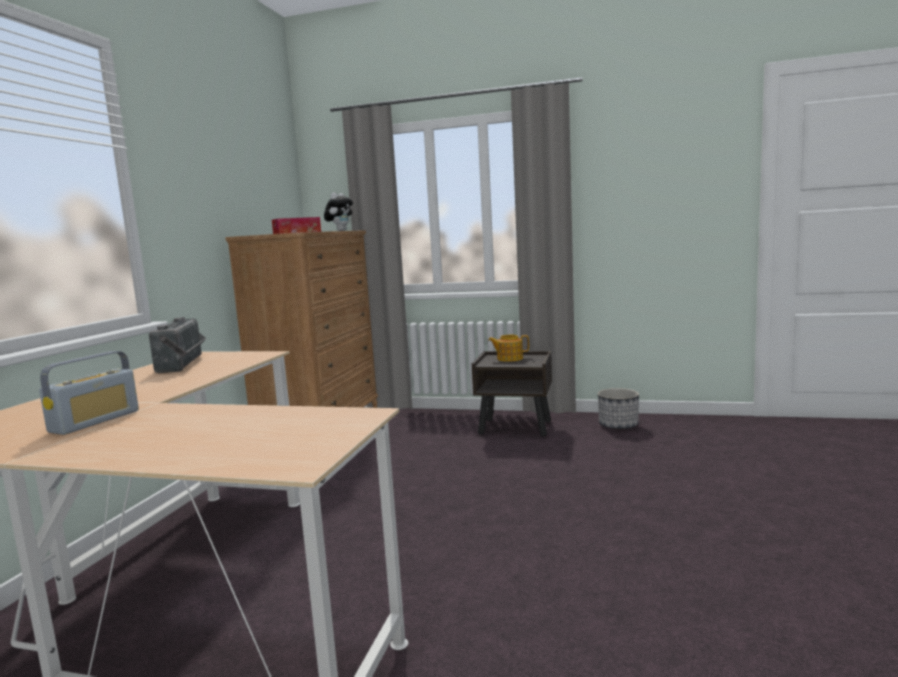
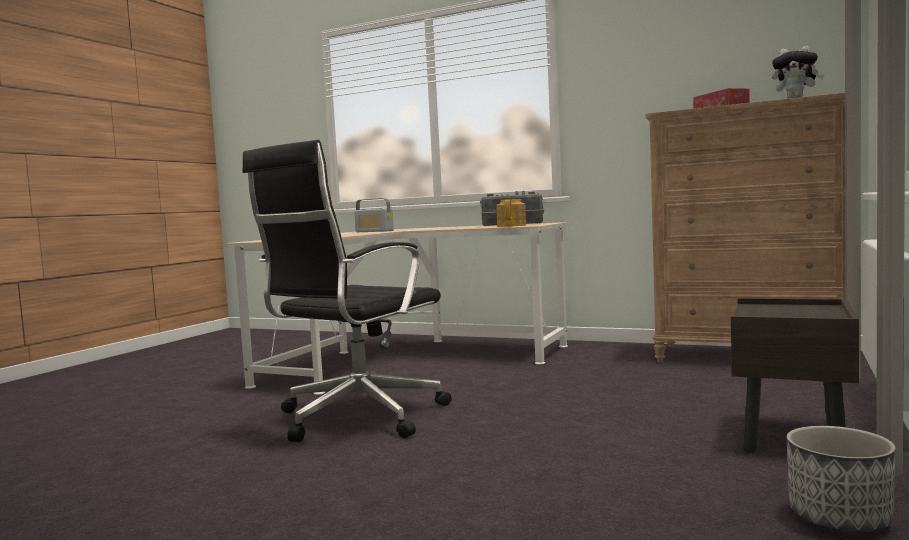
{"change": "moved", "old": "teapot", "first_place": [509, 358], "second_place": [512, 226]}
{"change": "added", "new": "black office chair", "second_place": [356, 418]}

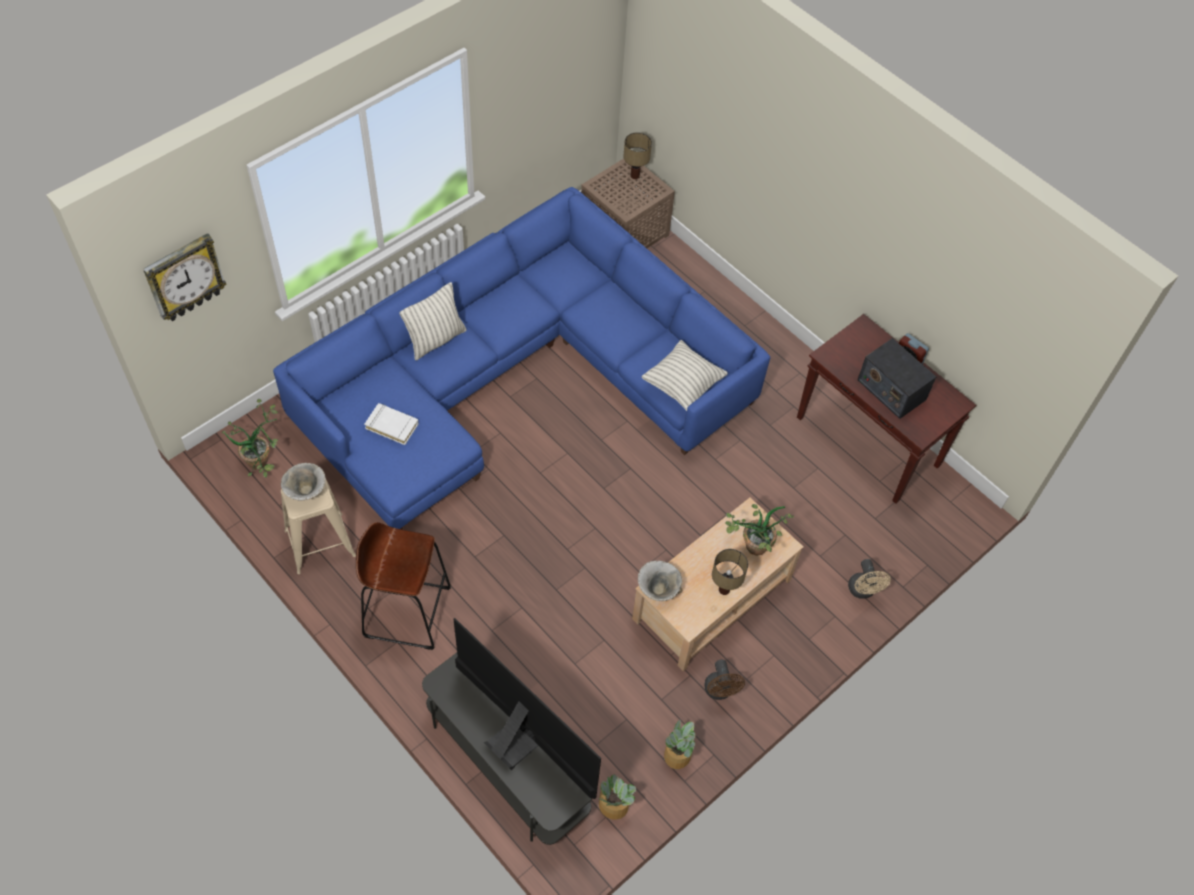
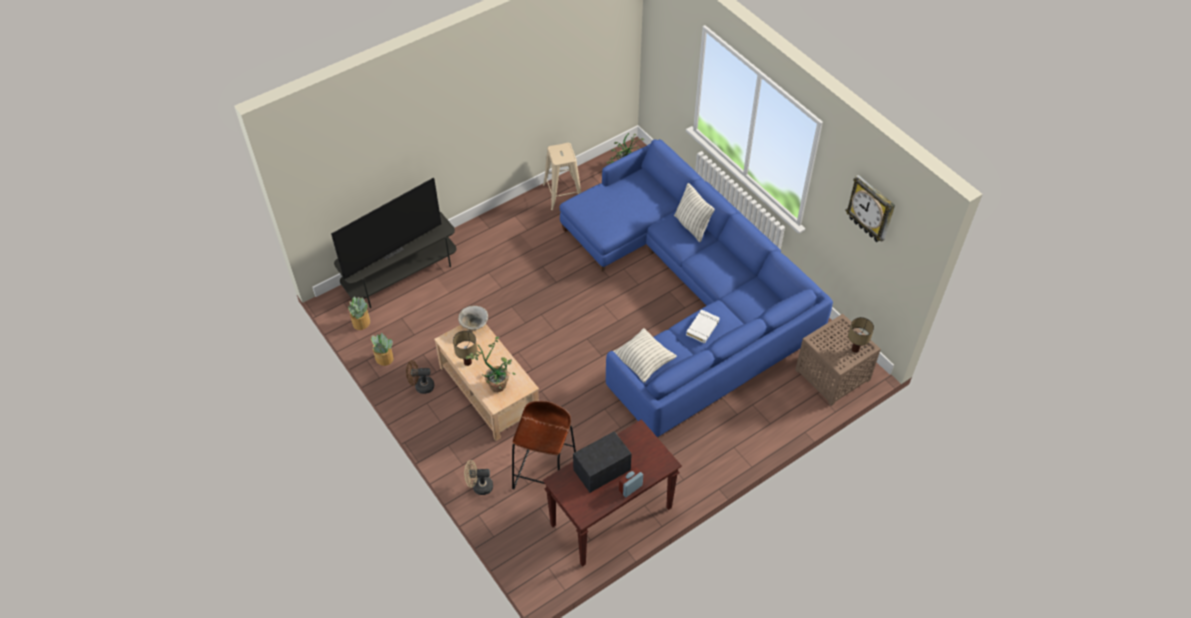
{"change": "moved", "old": "wall clock", "first_place": [184, 278], "second_place": [871, 209]}
{"change": "removed", "old": "bowl", "first_place": [306, 492]}
{"change": "moved", "old": "brown stool", "first_place": [407, 611], "second_place": [545, 474]}
{"change": "moved", "old": "white book", "first_place": [392, 426], "second_place": [702, 328]}

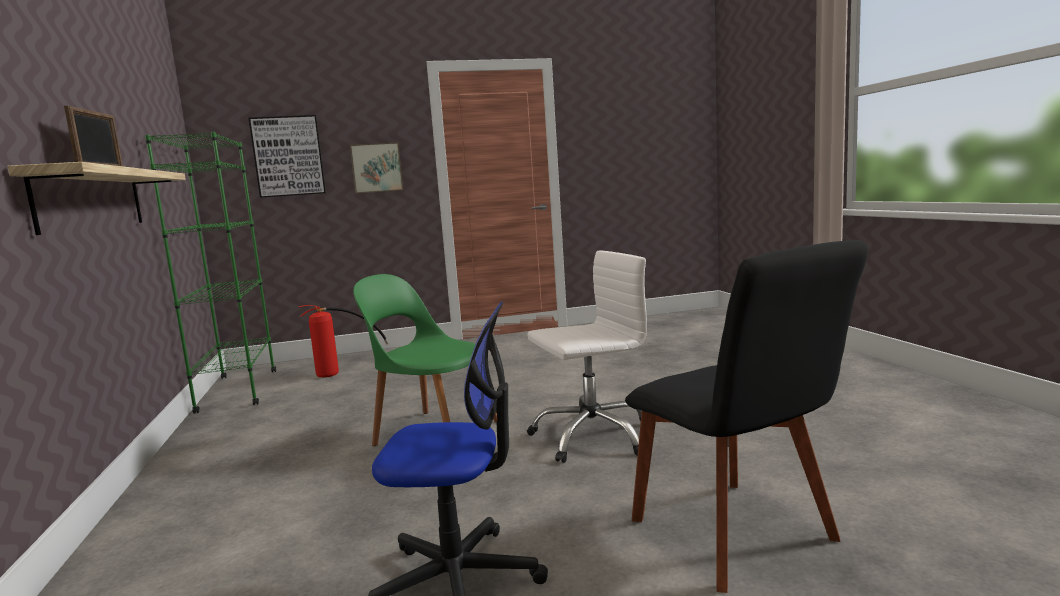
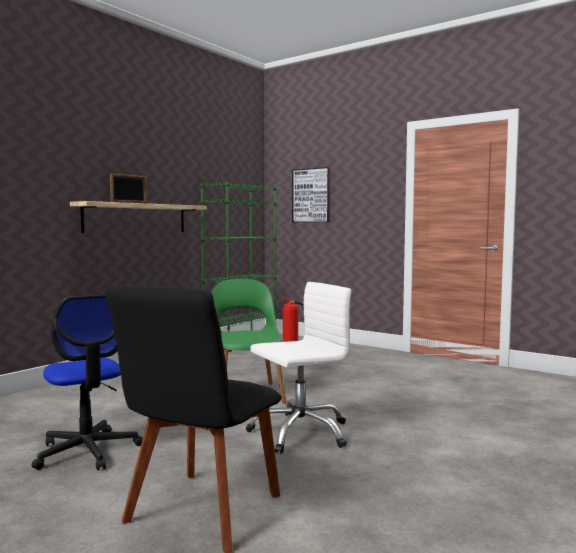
{"change": "removed", "old": "picture", "first_place": [376, 168]}
{"change": "turned", "old": "white office chair", "first_place": [592, 436], "second_place": [300, 432], "degrees": -60}

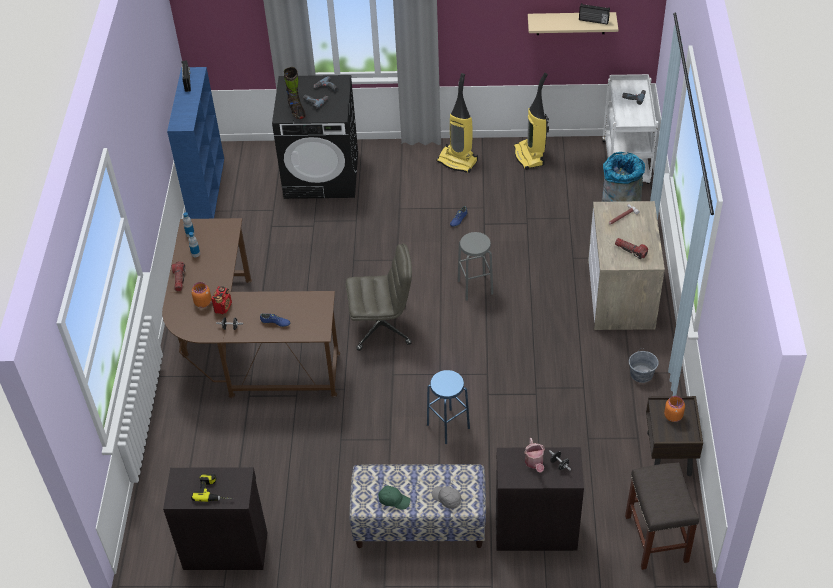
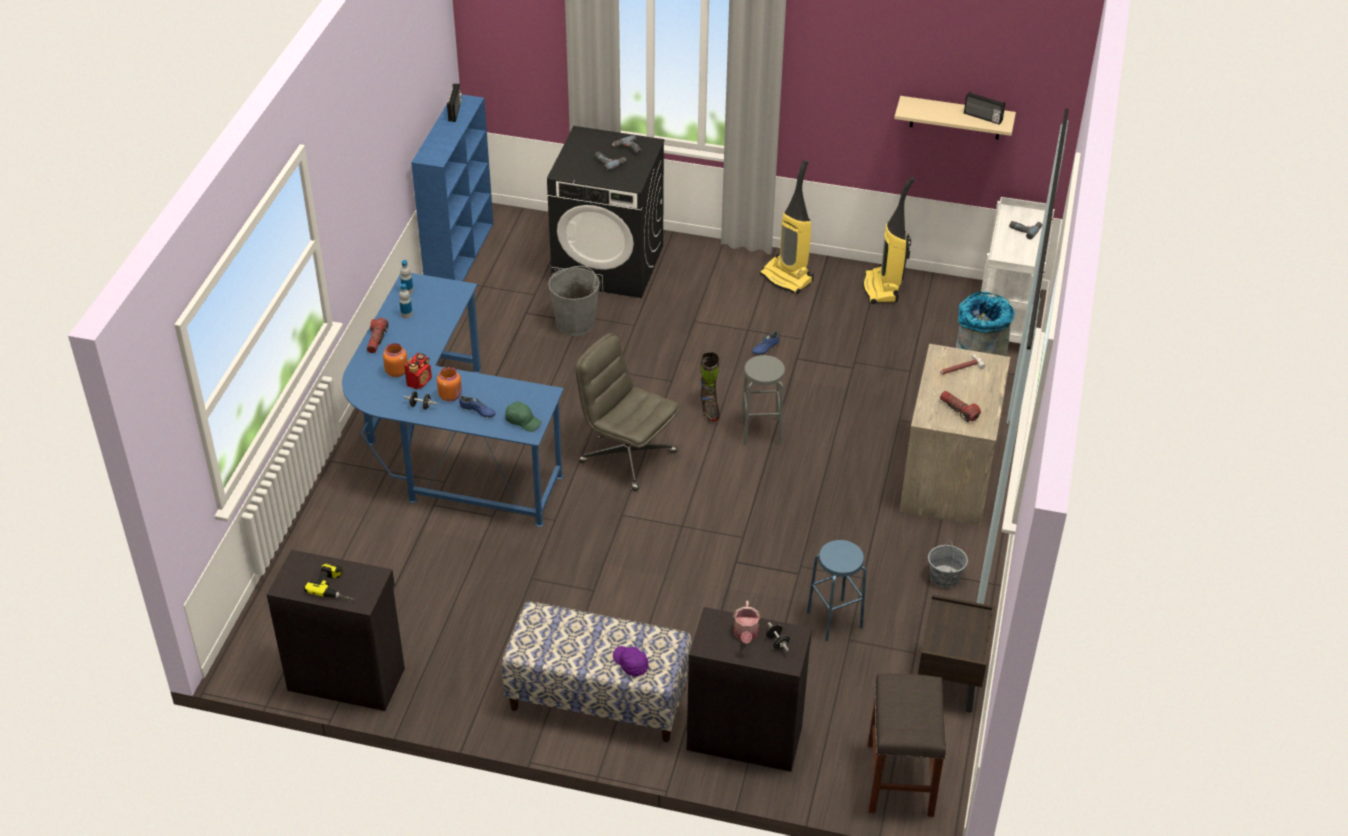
{"change": "recoloured", "old": "brown desk", "new": "blue desk", "first_place": [244, 349], "second_place": [446, 449]}
{"change": "moved", "old": "black boot", "first_place": [296, 111], "second_place": [709, 408]}
{"change": "turned", "old": "grey office chair", "first_place": [382, 327], "second_place": [627, 456], "degrees": -150}
{"change": "moved", "old": "green cap", "first_place": [394, 500], "second_place": [523, 421]}
{"change": "moved", "old": "blue stool", "first_place": [448, 426], "second_place": [834, 619]}
{"change": "recoloured", "old": "grey cap", "new": "purple cap", "first_place": [447, 499], "second_place": [630, 664]}
{"change": "moved", "old": "orange jar", "first_place": [673, 416], "second_place": [451, 395]}
{"change": "added", "new": "grey bucket", "second_place": [575, 323]}

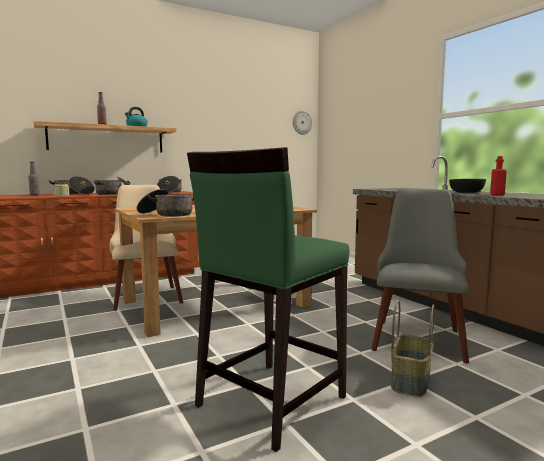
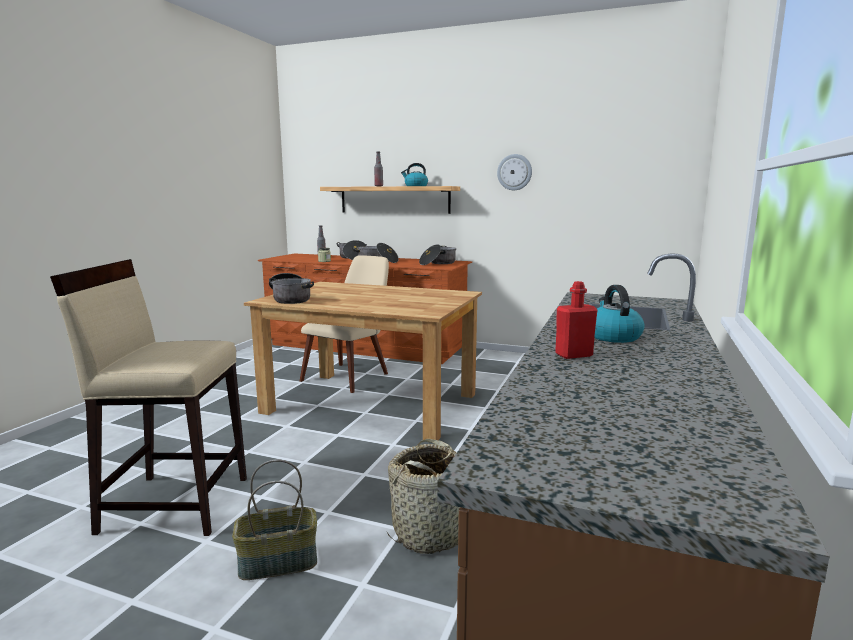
{"change": "recoloured", "old": "green stool", "new": "beige stool", "first_place": [269, 401], "second_place": [175, 503]}
{"change": "moved", "old": "wall clock", "first_place": [302, 122], "second_place": [514, 172]}
{"change": "replaced", "old": "grey chair", "new": "basket", "first_place": [417, 334], "second_place": [431, 532]}
{"change": "replaced", "old": "black bowl", "new": "kettle", "first_place": [466, 192], "second_place": [612, 336]}

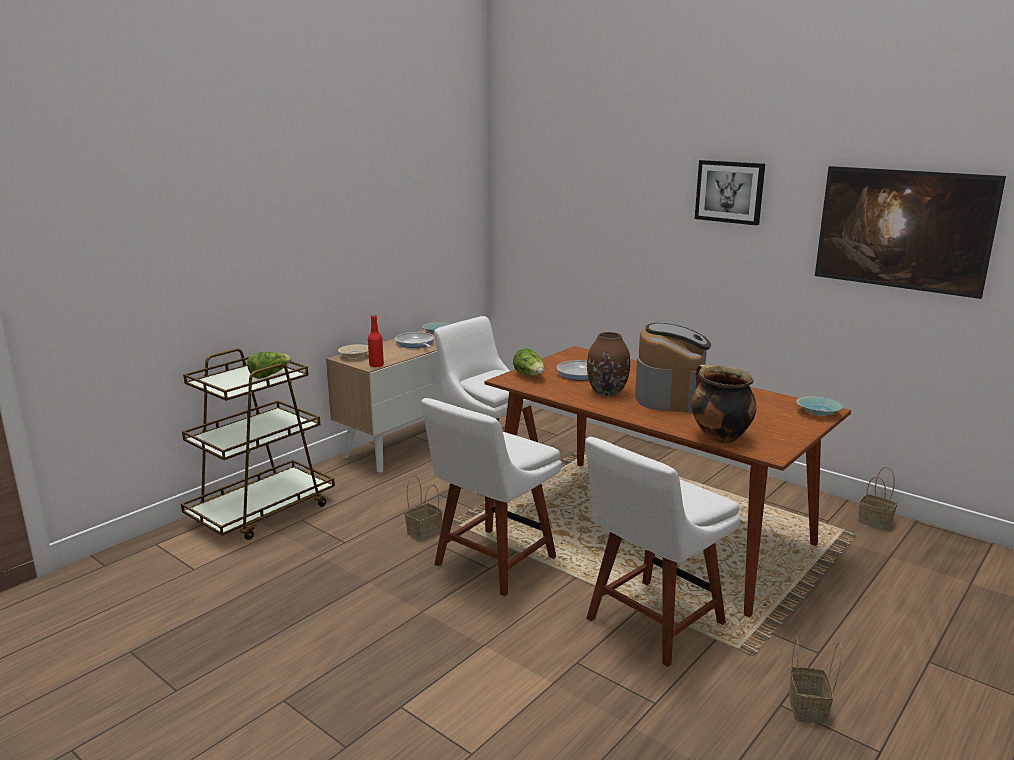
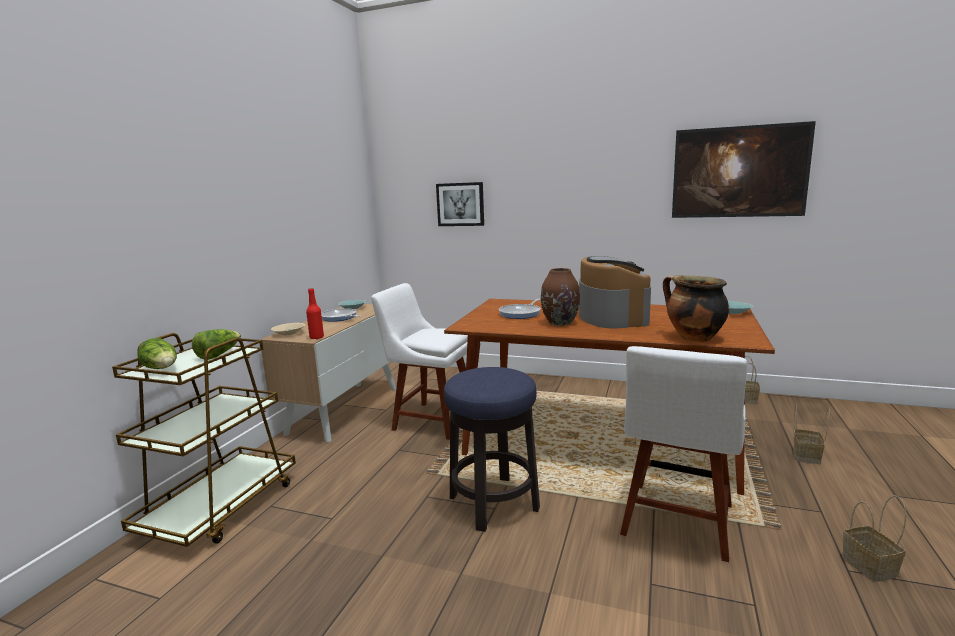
{"change": "moved", "old": "basket", "first_place": [424, 531], "second_place": [805, 455]}
{"change": "replaced", "old": "white chair", "new": "stool", "first_place": [491, 564], "second_place": [493, 503]}
{"change": "moved", "old": "lettuce", "first_place": [530, 375], "second_place": [162, 369]}
{"change": "moved", "old": "picture", "first_place": [729, 192], "second_place": [460, 204]}

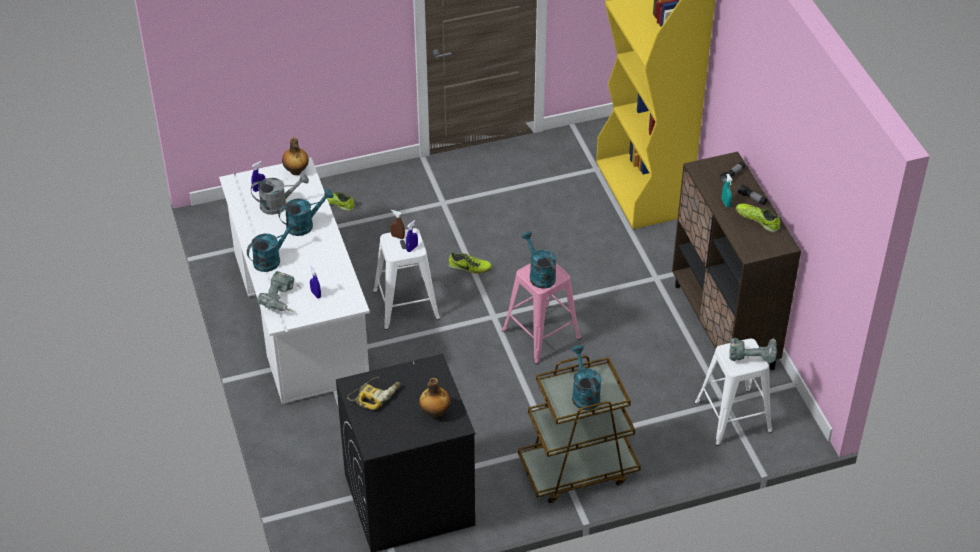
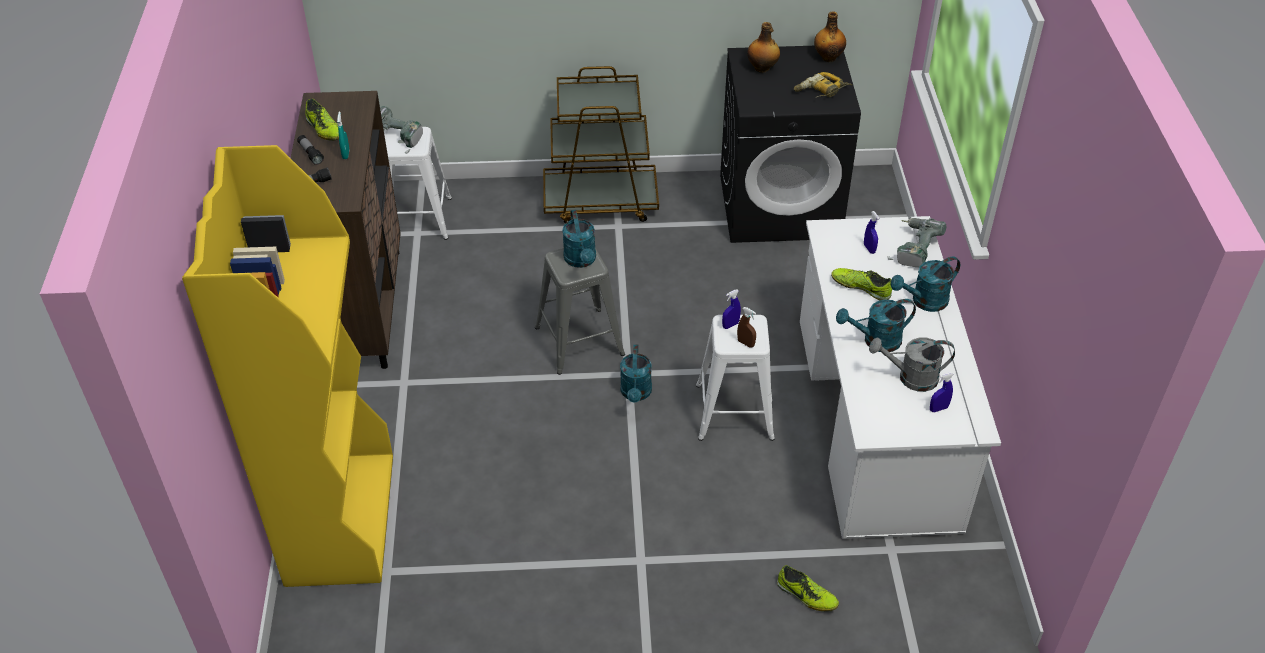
{"change": "moved", "old": "bottle", "first_place": [296, 171], "second_place": [828, 57]}
{"change": "moved", "old": "shoe", "first_place": [470, 268], "second_place": [861, 287]}
{"change": "recoloured", "old": "pink stool", "new": "grey stool", "first_place": [541, 335], "second_place": [580, 339]}
{"change": "moved", "old": "turquoise watering can", "first_place": [584, 394], "second_place": [636, 394]}

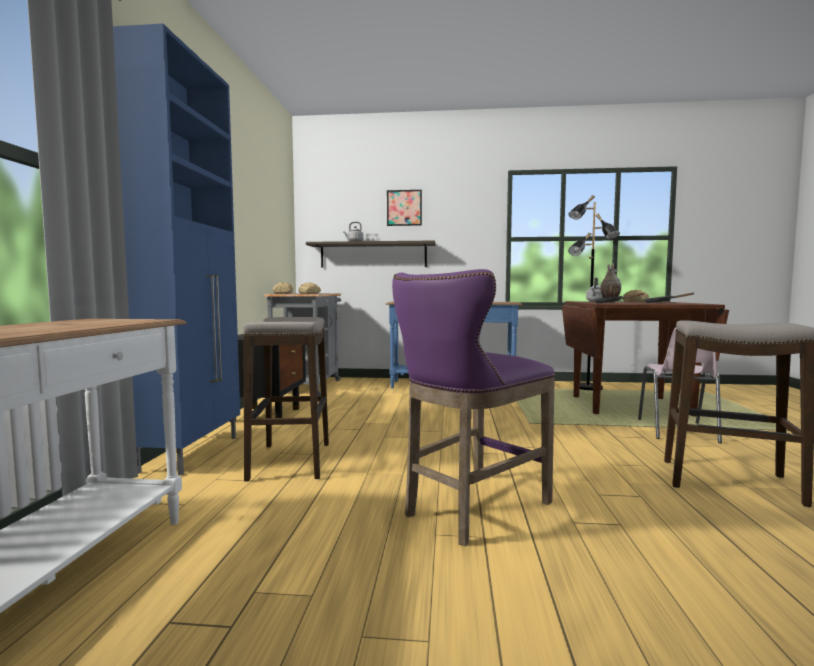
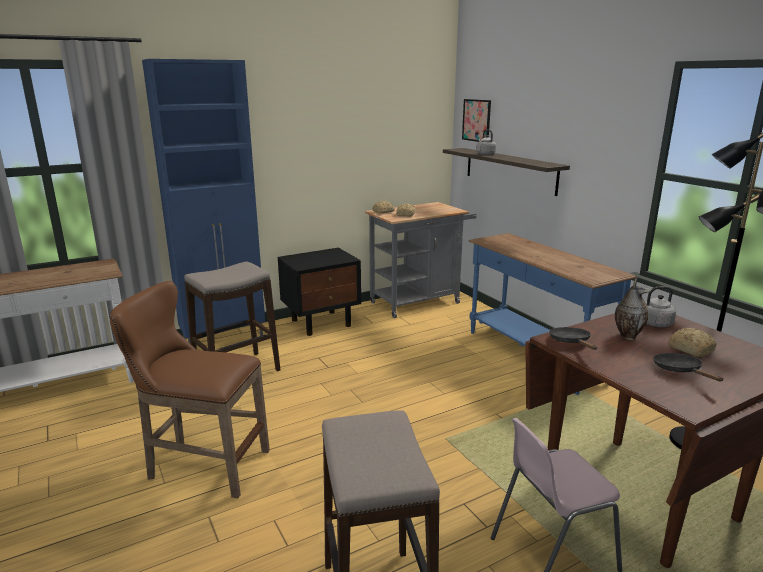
{"change": "moved", "old": "picture", "first_place": [404, 208], "second_place": [476, 120]}
{"change": "recoloured", "old": "purple stool", "new": "brown stool", "first_place": [469, 509], "second_place": [202, 465]}

